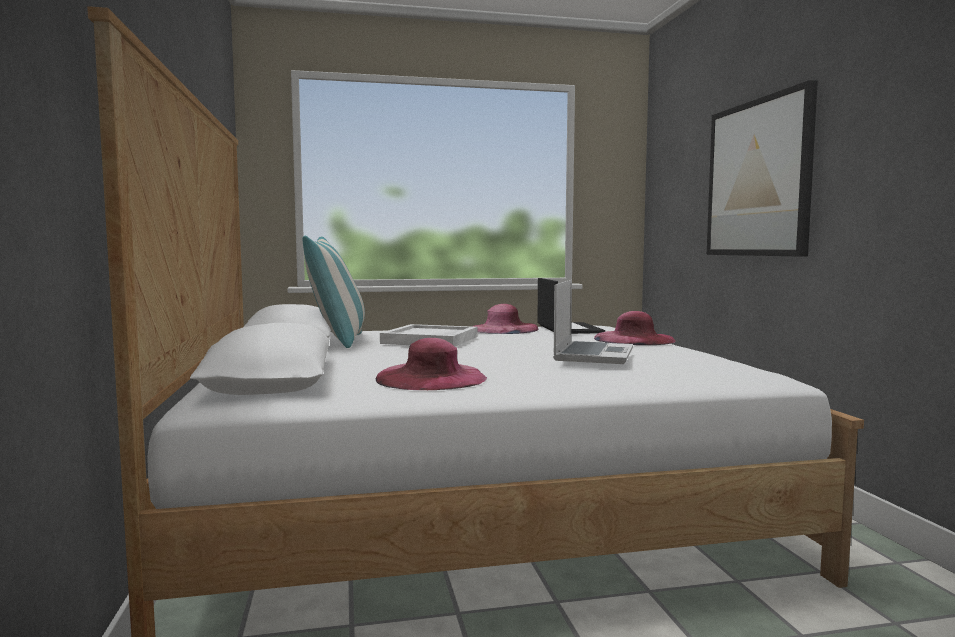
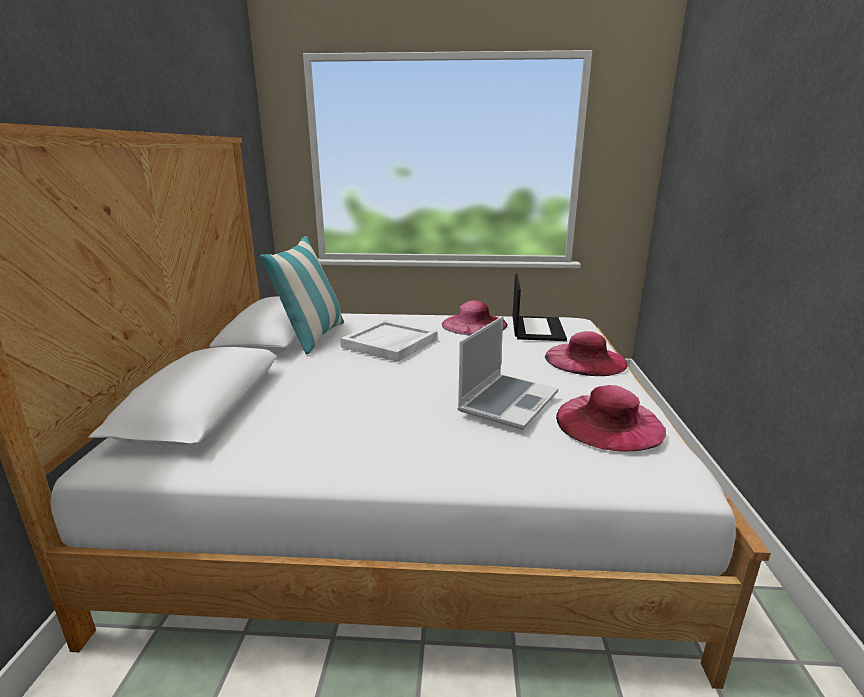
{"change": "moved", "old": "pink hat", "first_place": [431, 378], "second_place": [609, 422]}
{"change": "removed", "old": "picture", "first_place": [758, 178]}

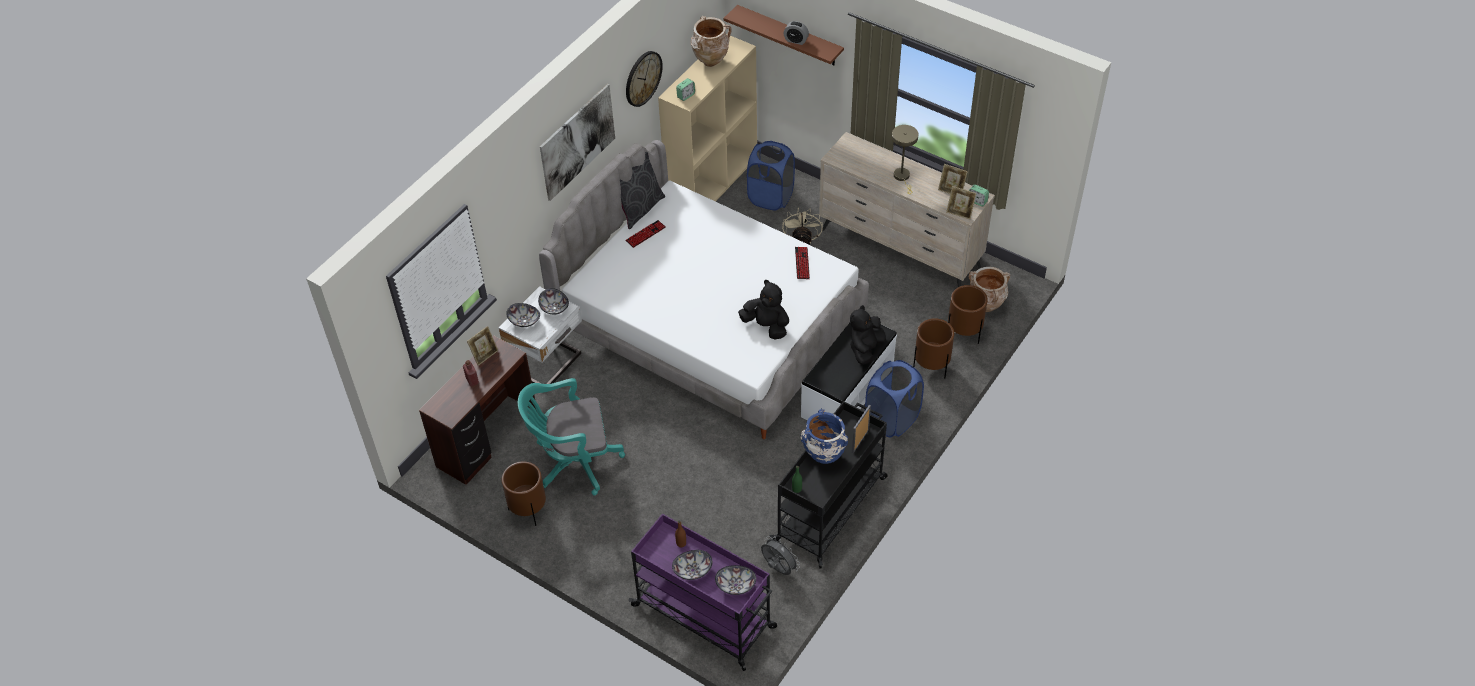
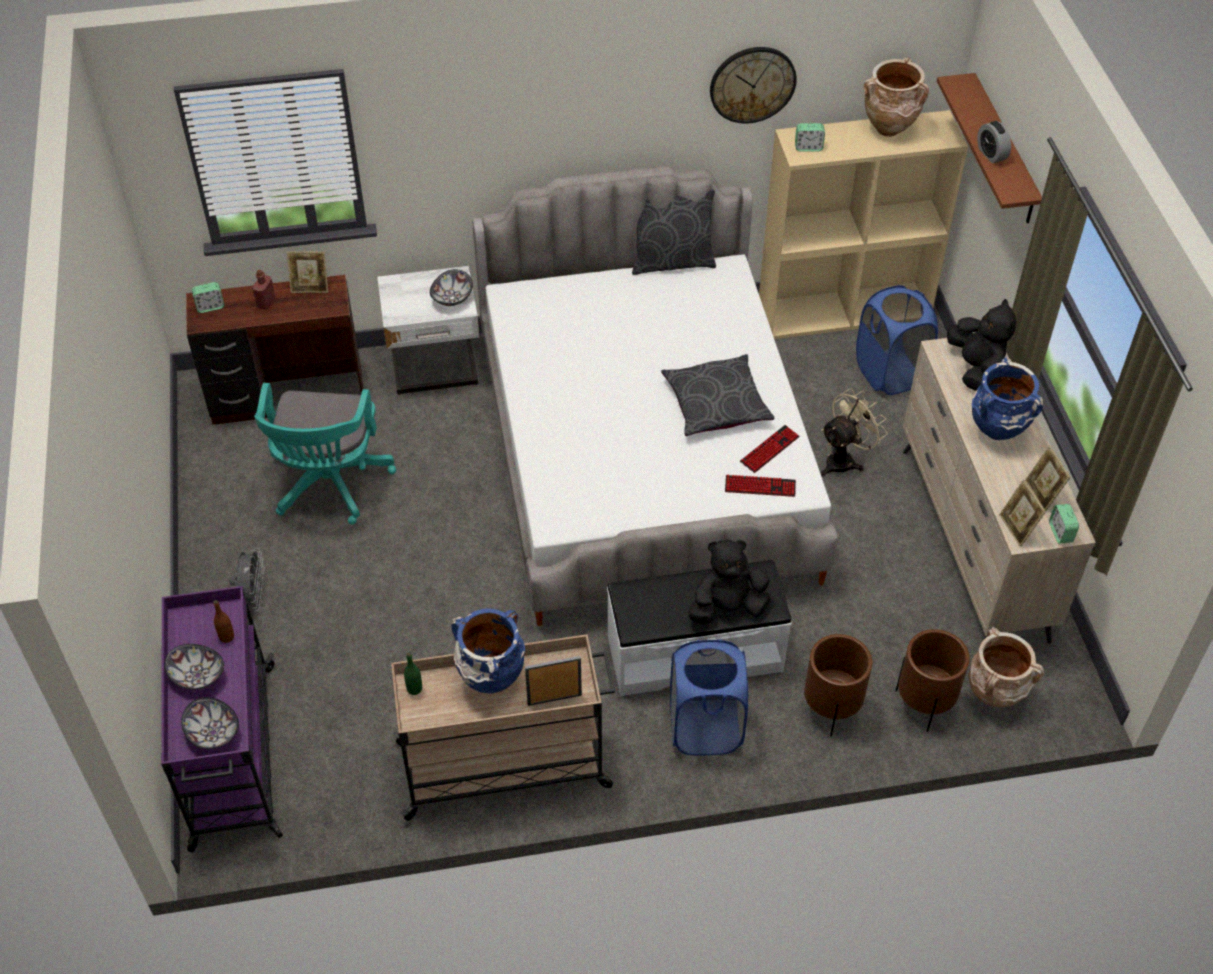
{"change": "removed", "old": "brown planter", "first_place": [528, 510]}
{"change": "removed", "old": "bowl", "first_place": [524, 321]}
{"change": "turned", "old": "turquoise office chair", "first_place": [573, 462], "second_place": [329, 485], "degrees": -120}
{"change": "removed", "old": "picture", "first_place": [577, 141]}
{"change": "moved", "old": "keyboard", "first_place": [645, 234], "second_place": [760, 487]}
{"change": "moved", "old": "black plush toy", "first_place": [766, 326], "second_place": [975, 368]}
{"change": "moved", "old": "grey fan", "first_place": [778, 568], "second_place": [254, 598]}
{"change": "recoloured", "old": "black cart", "new": "beige cart", "first_place": [831, 508], "second_place": [506, 765]}
{"change": "replaced", "old": "beige table lamp", "new": "blue vase", "first_place": [902, 177], "second_place": [997, 433]}
{"change": "added", "new": "alarm clock", "second_place": [210, 306]}
{"change": "added", "new": "grey pillow", "second_place": [716, 404]}

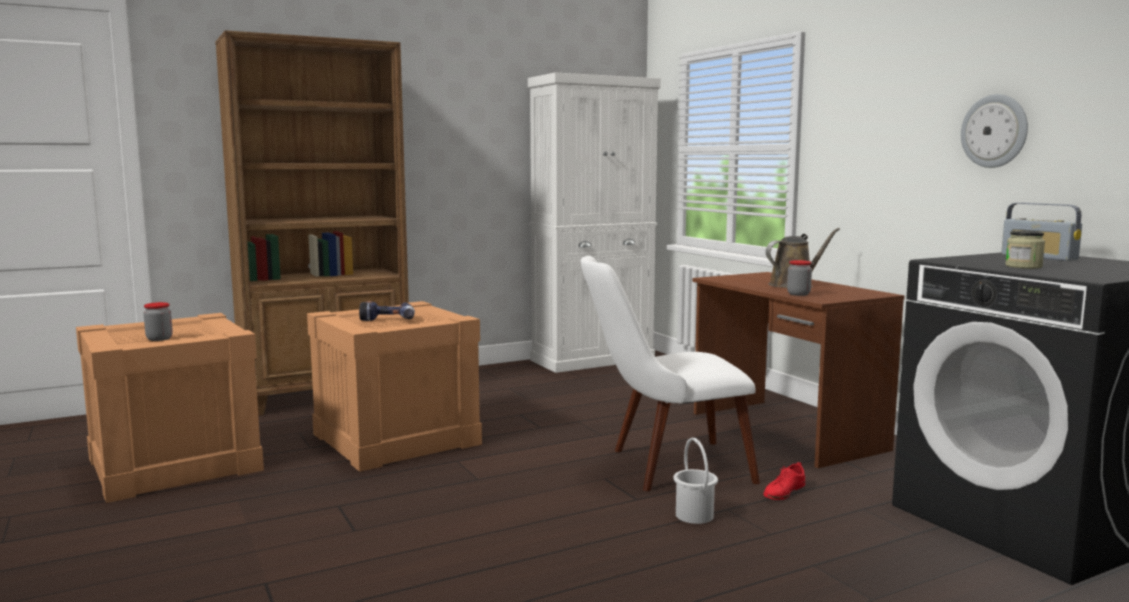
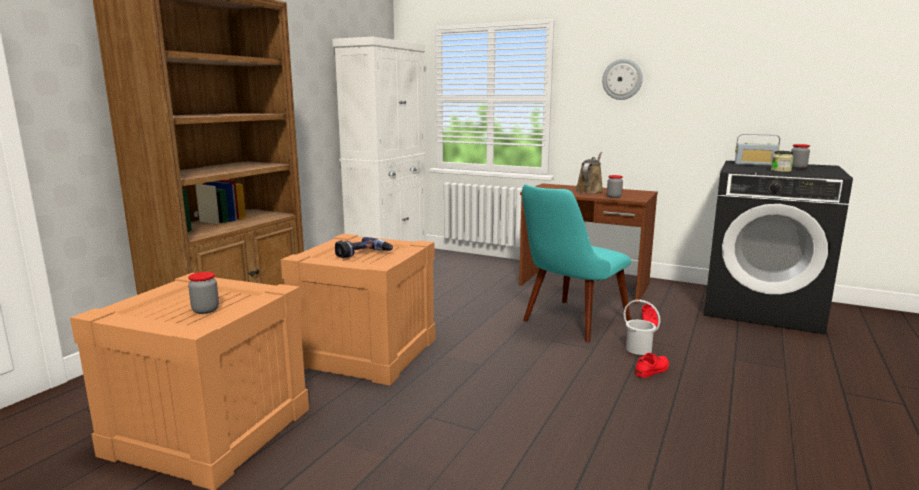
{"change": "recoloured", "old": "white chair", "new": "turquoise chair", "first_place": [663, 467], "second_place": [568, 324]}
{"change": "moved", "old": "wall clock", "first_place": [994, 131], "second_place": [622, 79]}
{"change": "added", "new": "red shoe", "second_place": [652, 370]}
{"change": "added", "new": "jar", "second_place": [797, 168]}

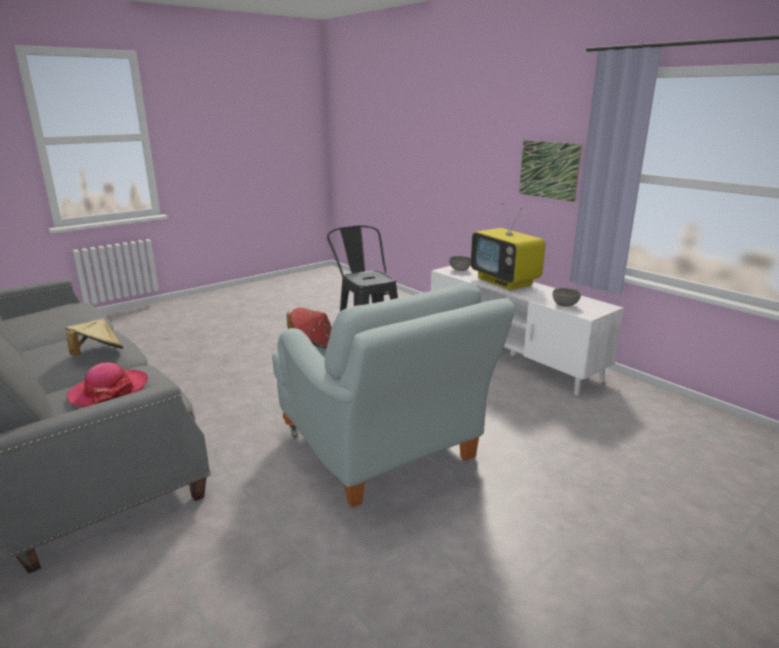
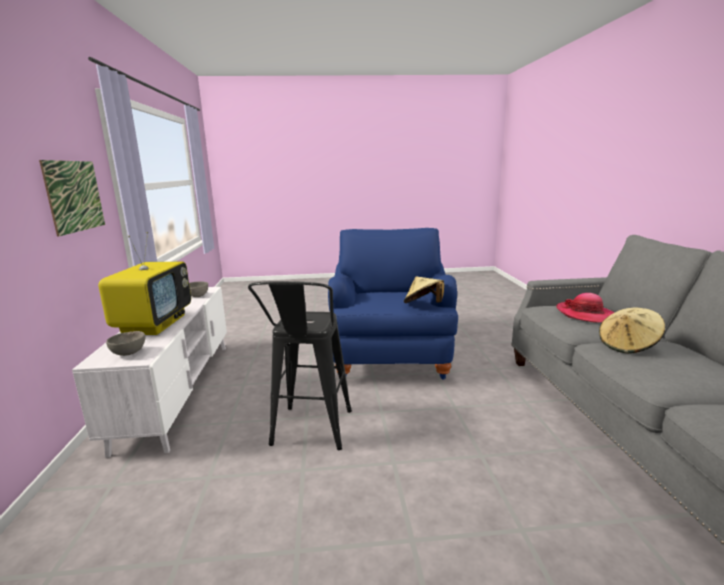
{"change": "recoloured", "old": "grey armchair", "new": "blue armchair", "first_place": [383, 451], "second_place": [391, 355]}
{"change": "recoloured", "old": "red hat", "new": "beige hat", "first_place": [314, 343], "second_place": [423, 305]}

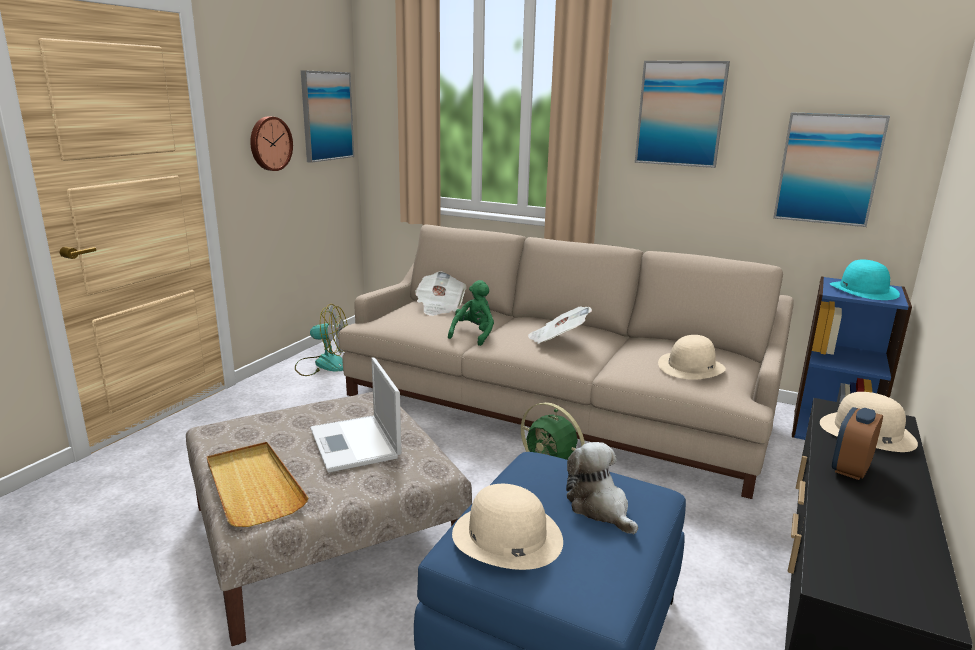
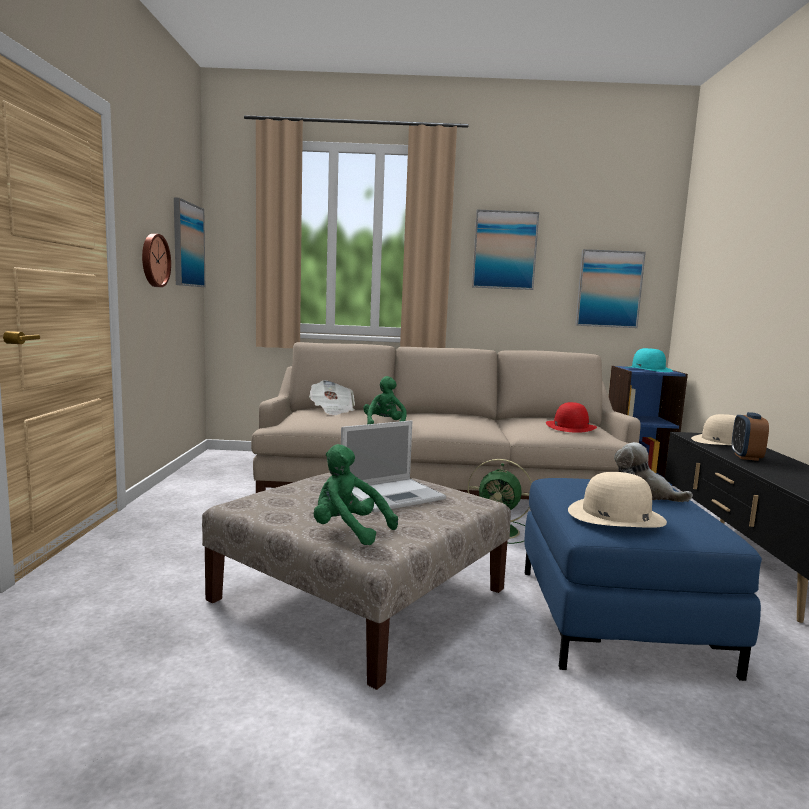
{"change": "replaced", "old": "beige tray", "new": "green plush toy", "first_place": [253, 486], "second_place": [348, 531]}
{"change": "removed", "old": "fan", "first_place": [322, 364]}
{"change": "turned", "old": "laptop", "first_place": [355, 444], "second_place": [393, 495], "degrees": -75}
{"change": "removed", "old": "newspaper", "first_place": [557, 340]}
{"change": "recoloured", "old": "beige hat", "new": "red hat", "first_place": [691, 366], "second_place": [570, 427]}

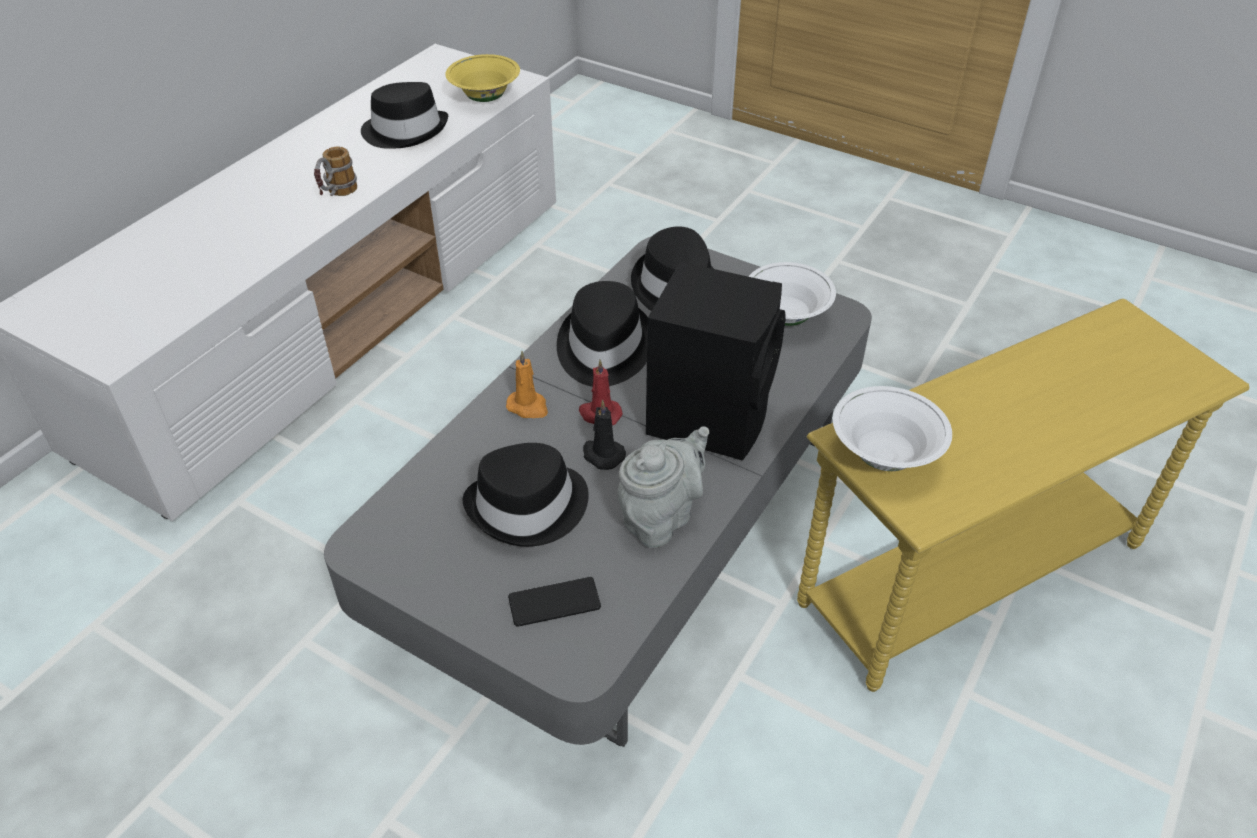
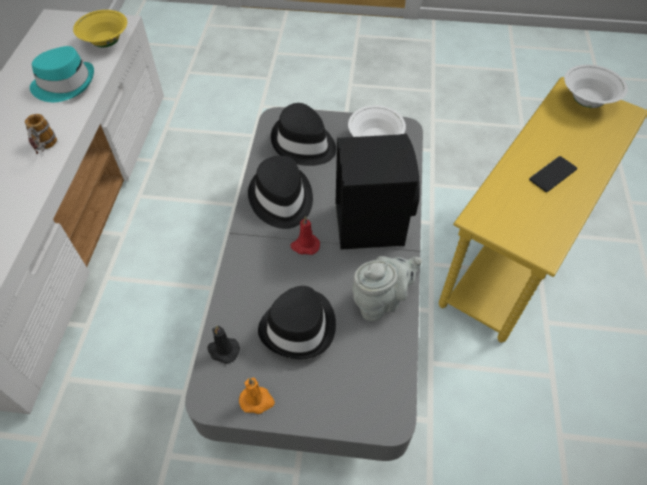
{"change": "recoloured", "old": "black hat", "new": "turquoise hat", "first_place": [405, 131], "second_place": [64, 84]}
{"change": "moved", "old": "orange candle", "first_place": [528, 407], "second_place": [257, 400]}
{"change": "moved", "old": "phone", "first_place": [554, 602], "second_place": [552, 174]}
{"change": "moved", "old": "black candle", "first_place": [602, 454], "second_place": [223, 350]}
{"change": "turned", "old": "grey teapot", "first_place": [661, 517], "second_place": [380, 301], "degrees": 45}
{"change": "moved", "old": "white bowl", "first_place": [884, 457], "second_place": [587, 102]}

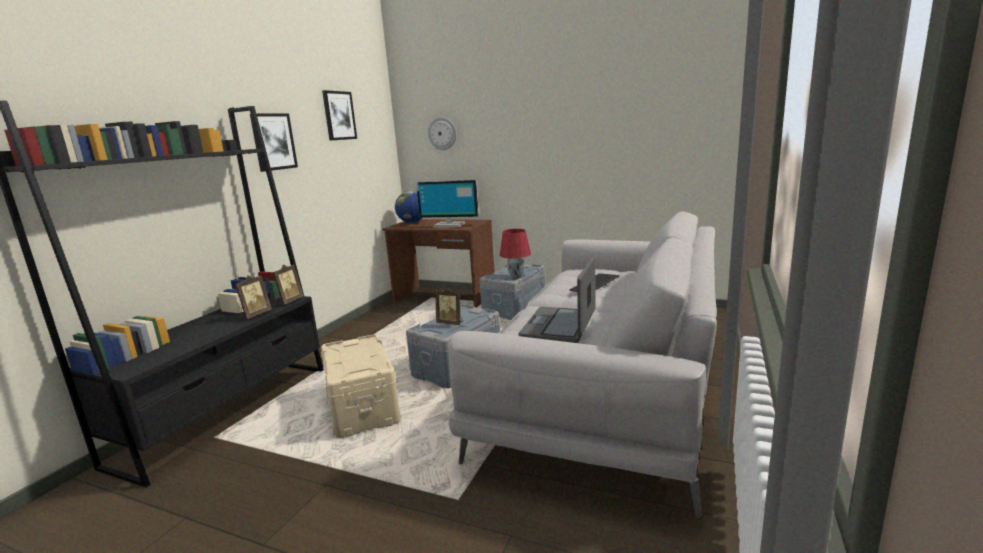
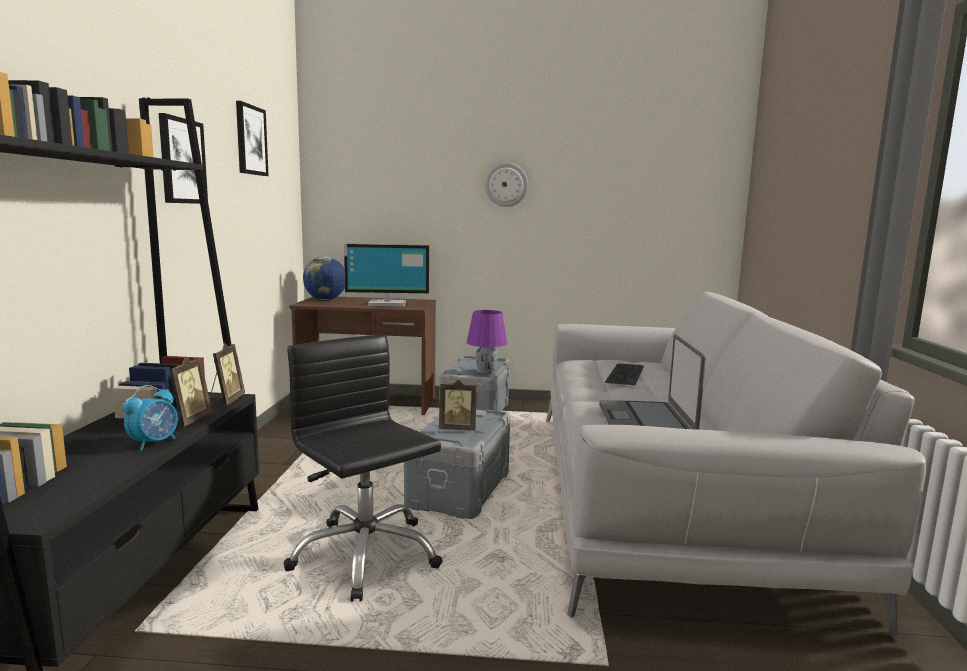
{"change": "replaced", "old": "beige storage box", "new": "black office chair", "first_place": [363, 406], "second_place": [365, 555]}
{"change": "moved", "old": "wall clock", "first_place": [442, 133], "second_place": [506, 184]}
{"change": "recoloured", "old": "red table lamp", "new": "purple table lamp", "first_place": [516, 277], "second_place": [485, 372]}
{"change": "added", "new": "alarm clock", "second_place": [154, 443]}

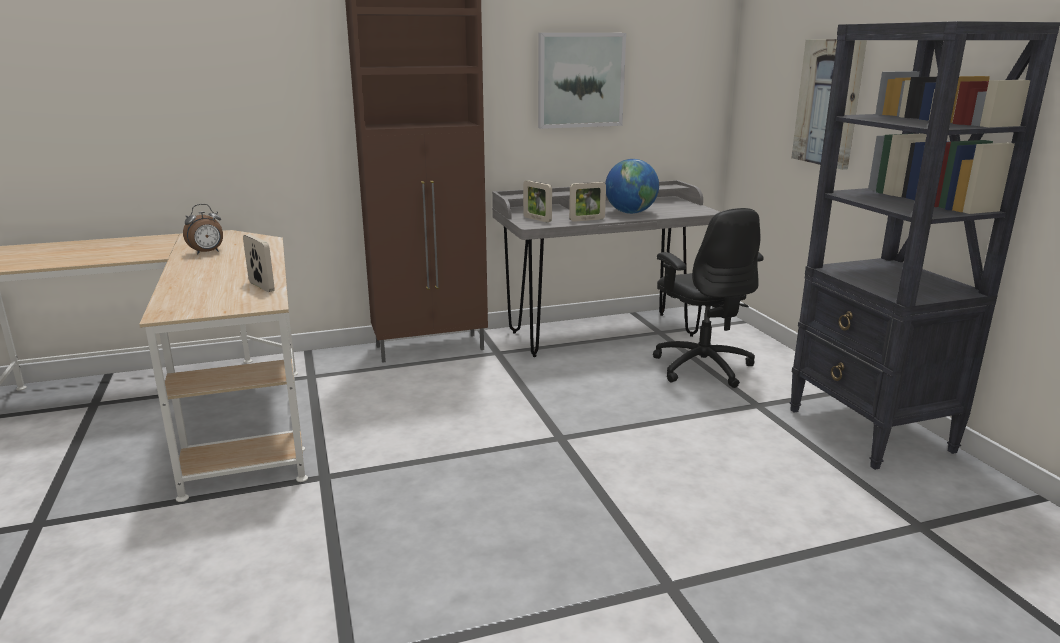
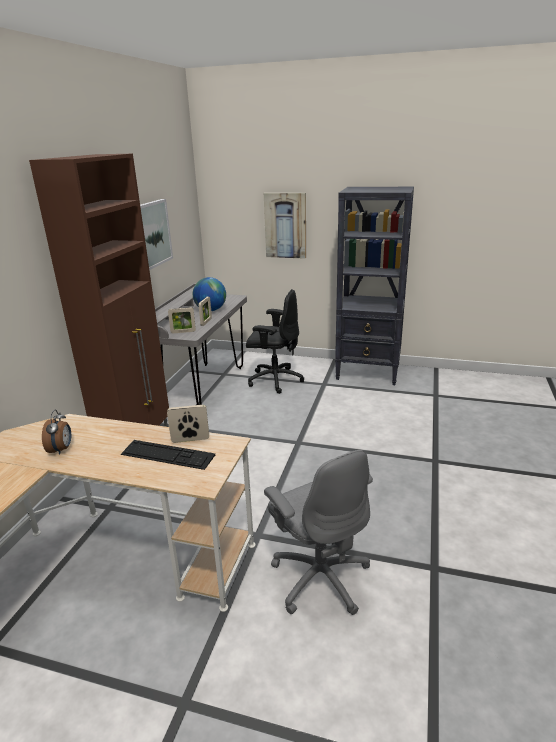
{"change": "added", "new": "keyboard", "second_place": [167, 455]}
{"change": "added", "new": "grey office chair", "second_place": [320, 576]}

